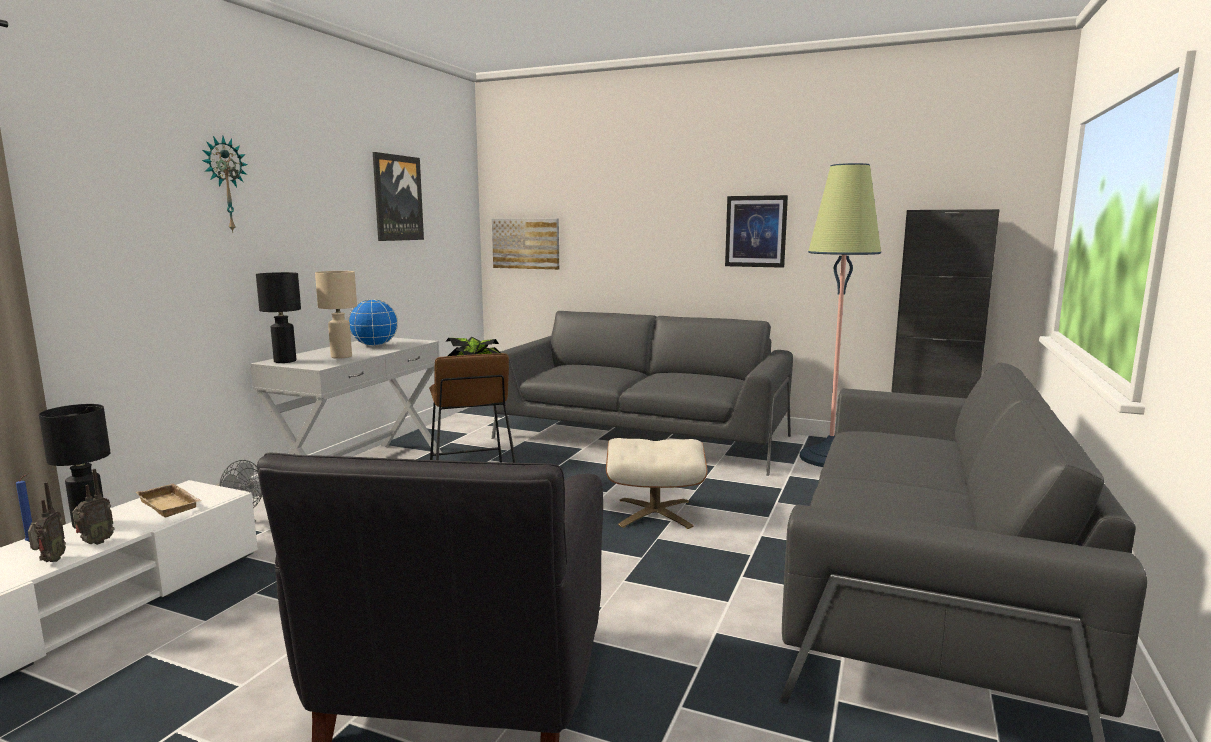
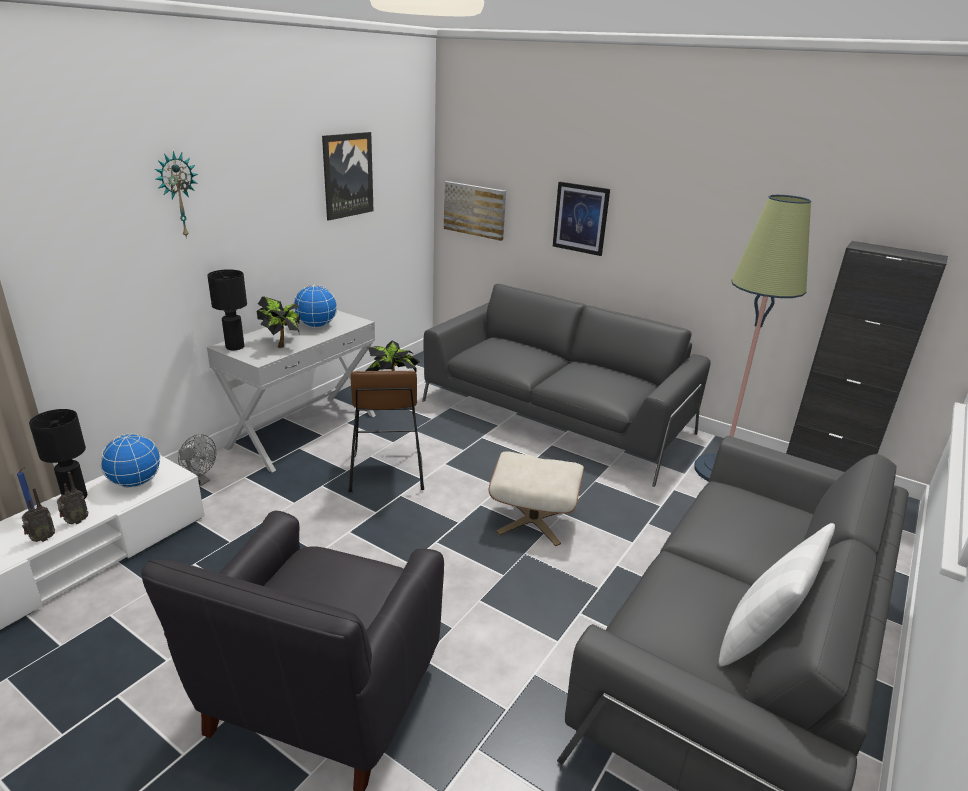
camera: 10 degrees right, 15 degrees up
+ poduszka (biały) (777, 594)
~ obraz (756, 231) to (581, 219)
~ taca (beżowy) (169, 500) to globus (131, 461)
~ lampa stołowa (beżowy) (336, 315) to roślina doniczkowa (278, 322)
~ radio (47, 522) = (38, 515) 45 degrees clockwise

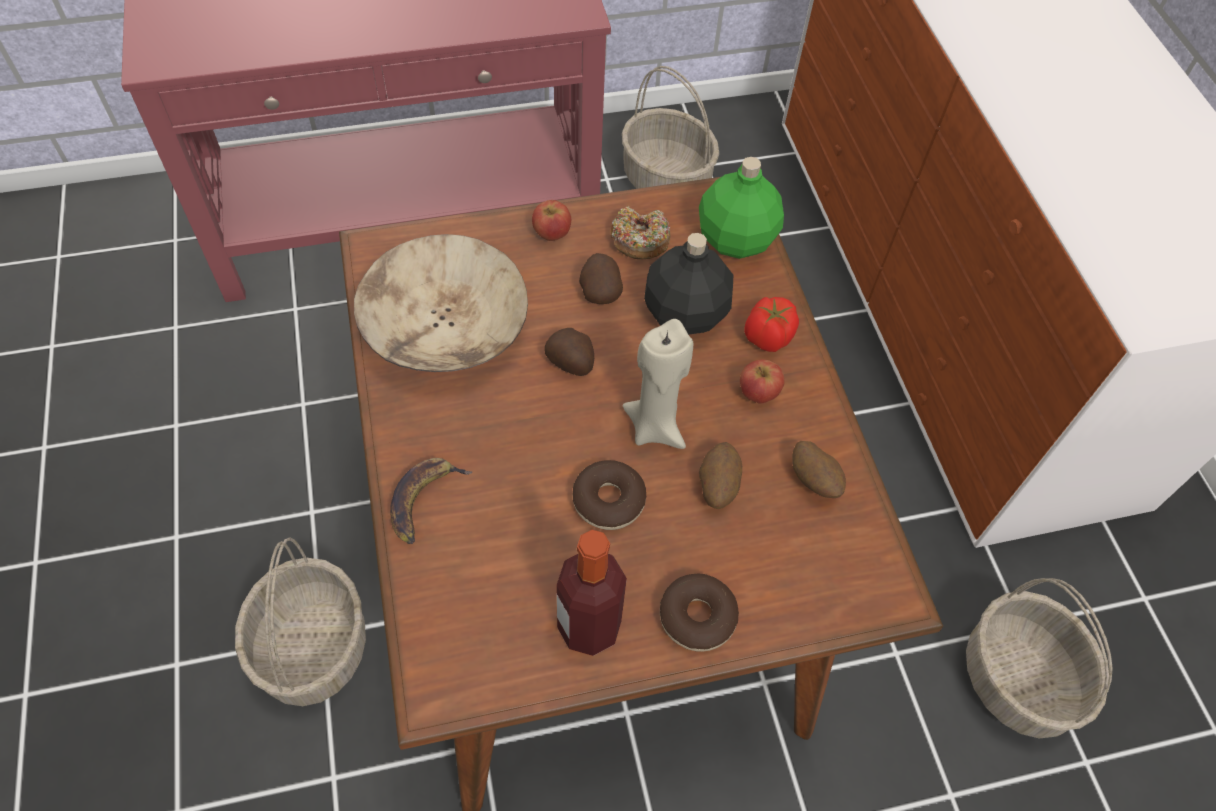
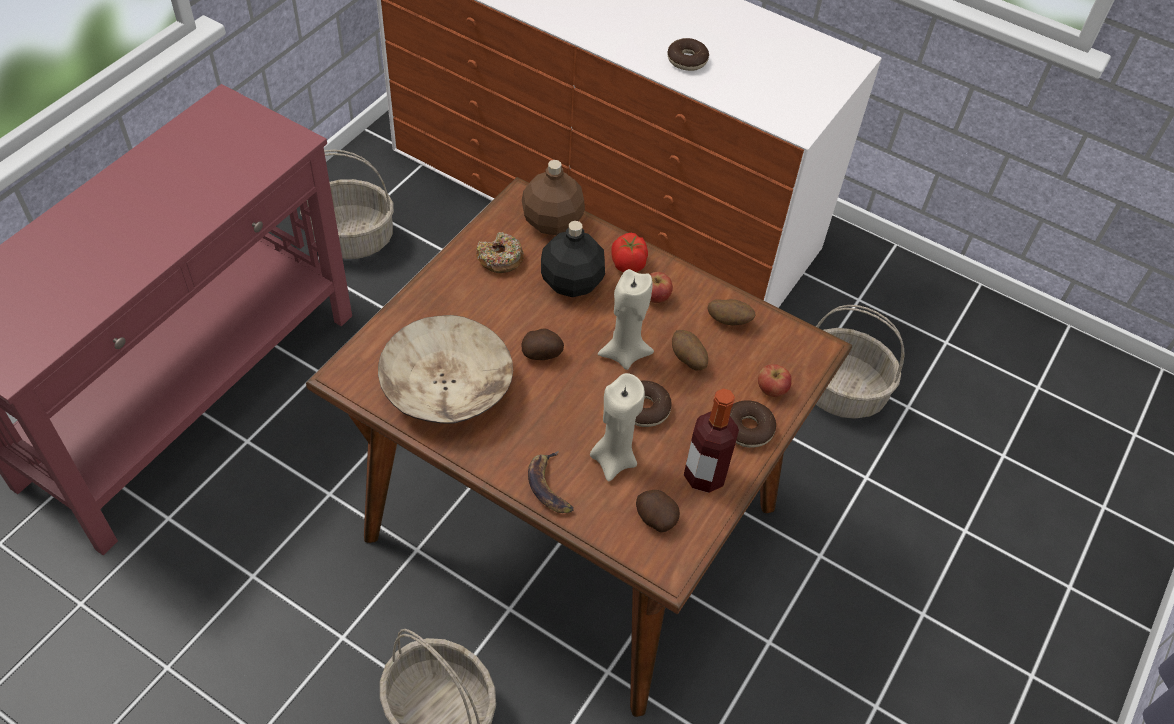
camera: 45 degrees left, 5 degrees down
+ świeca (beżowy) (617, 427)
+ donut (688, 54)
~ jabłko (551, 220) to (775, 380)
~ ziemniak (601, 278) to (658, 511)
~ butelka (zielony) (741, 208) to butelka (brązowy) (553, 197)

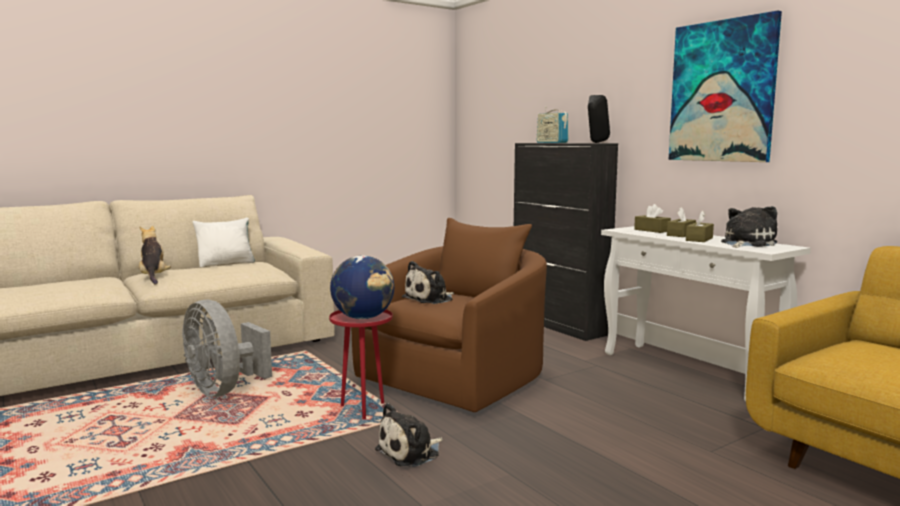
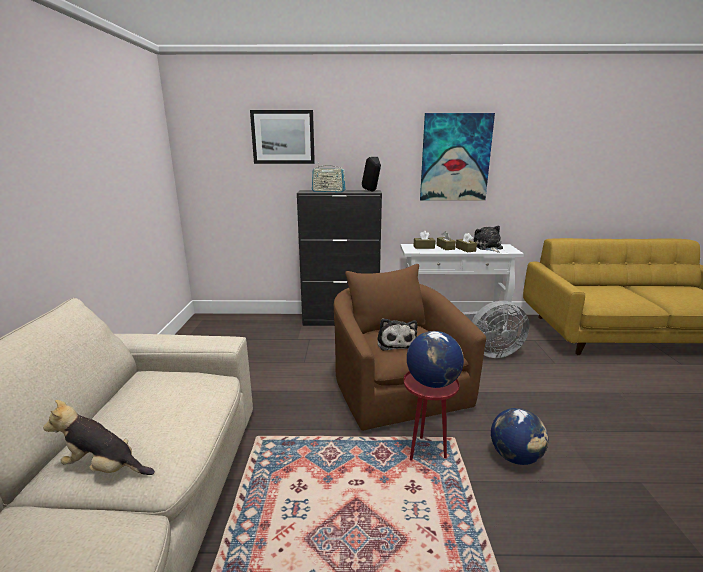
camera: 55 degrees left, 10 degrees up
- poduszka (biały) (224, 242)
+ obraz (282, 137)
~ wentylator (szary) (227, 348) to (496, 329)
~ pluszak (409, 435) to globus (519, 436)

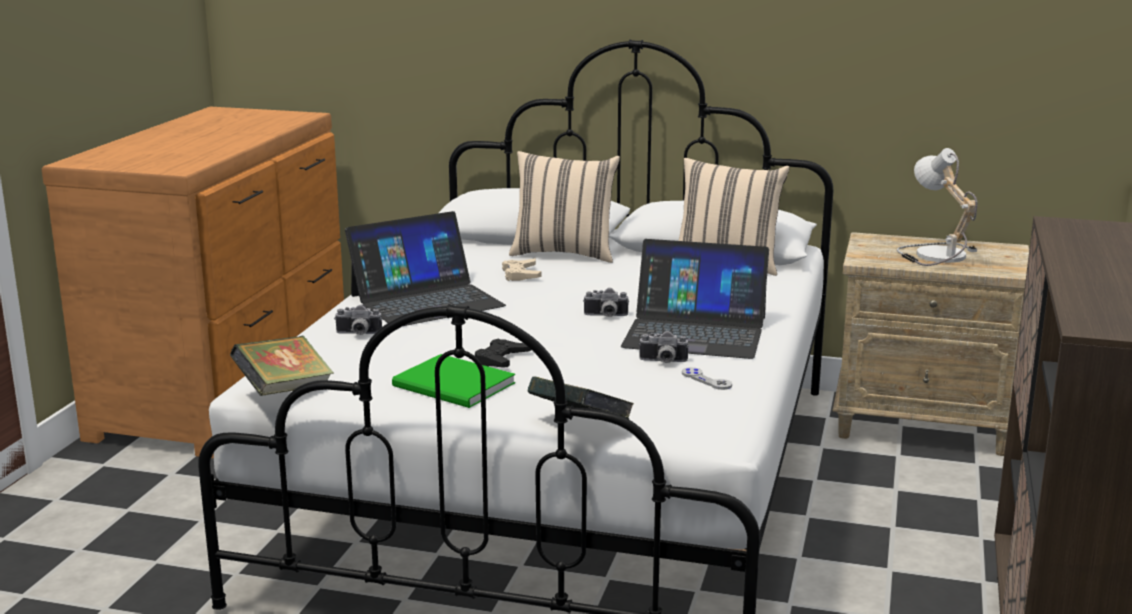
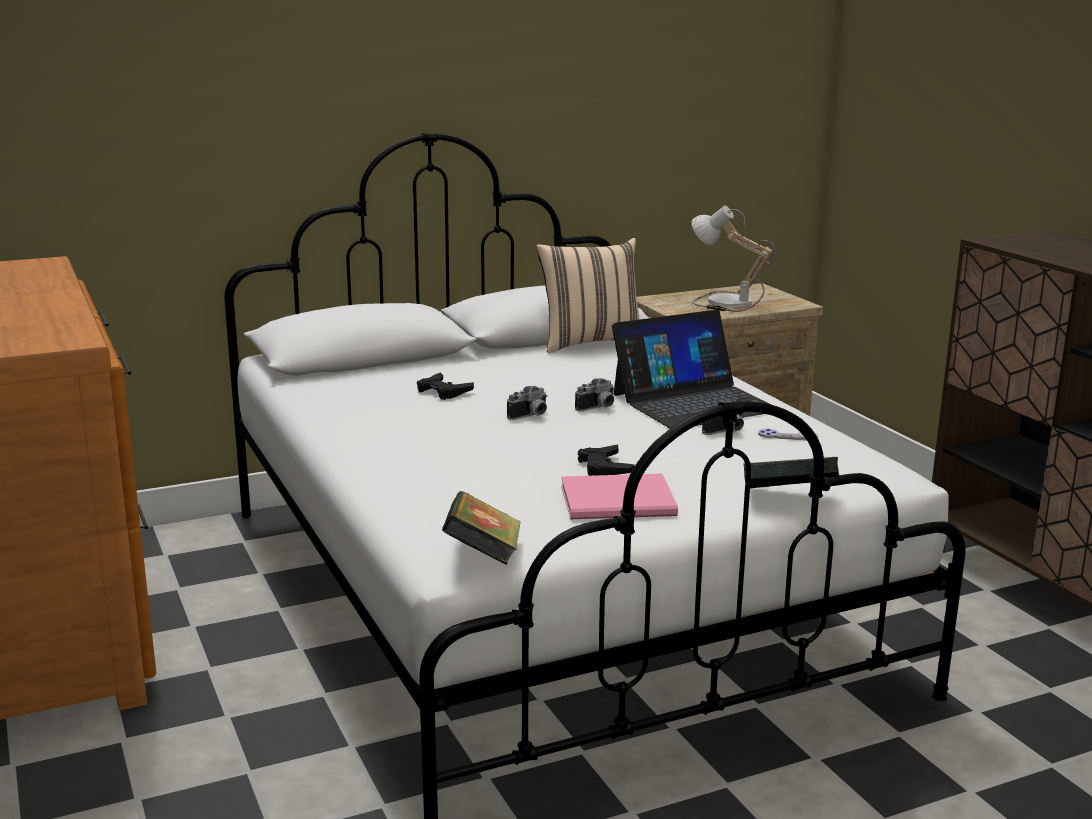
camera: 40 degrees left, 0 degrees up
- laptop (425, 268)
- poduszka (beżowy) (564, 207)
~ aparat fotograficzny (358, 320) to (527, 403)
~ książka (zielony) (453, 381) to książka (różowy) (619, 496)
~ pad do gier (beżowy) (522, 269) to pad do gier (czarny) (445, 386)

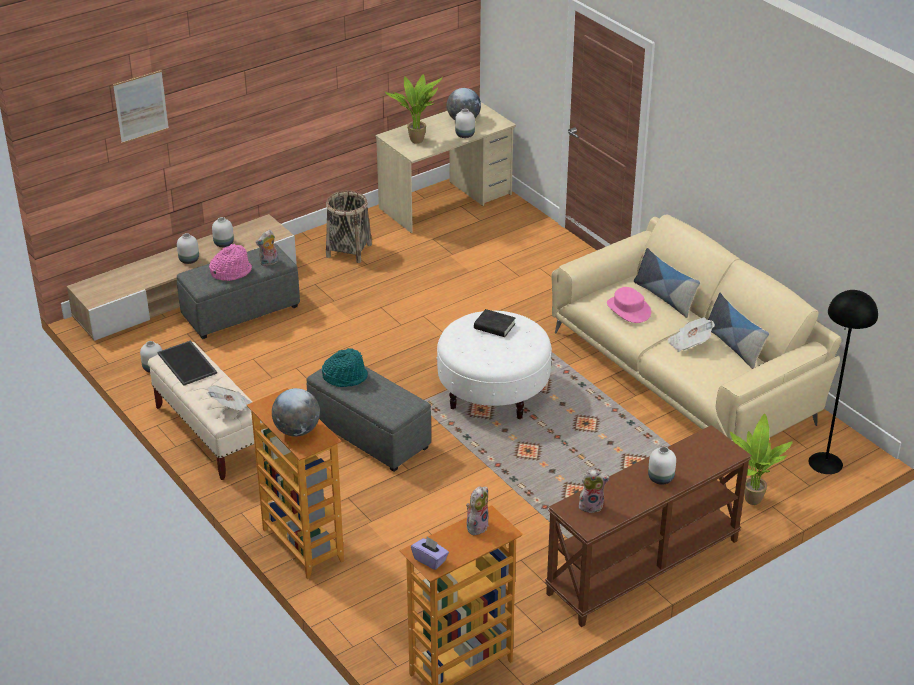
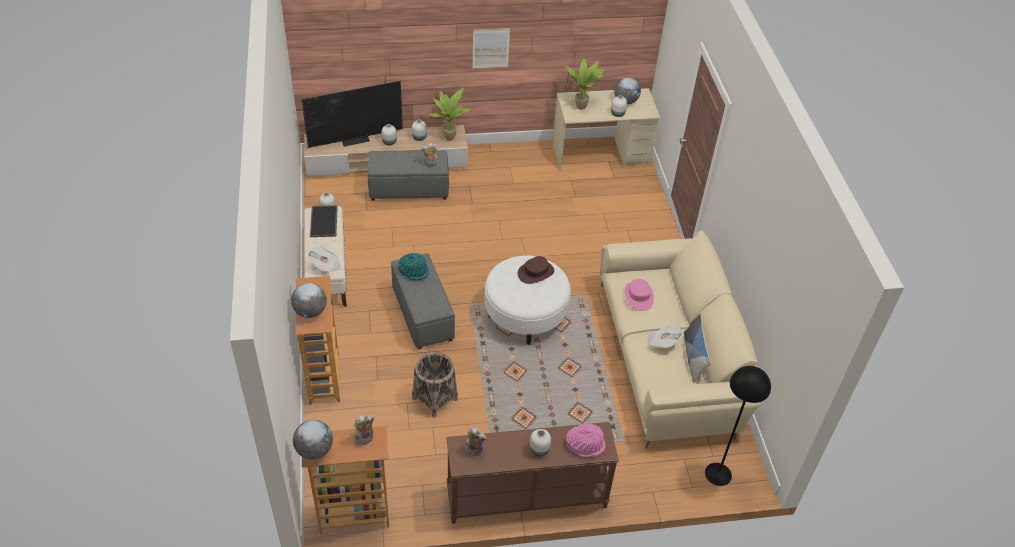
camera: 25 degrees right, 10 degrees up
- poduszka (667, 283)
+ telewizor (352, 114)
~ obraz (141, 107) to (491, 48)
~ kapelusz (różowy) (230, 262) to (586, 440)
~ koszyk (349, 226) to (435, 385)
~ roślina doniczkowa (761, 459) to (450, 114)
~ pudełko chusteczek (fioletowy) (430, 553) to globus (313, 440)
~ książka (czarny) (494, 323) to kapelusz (brązowy) (536, 270)

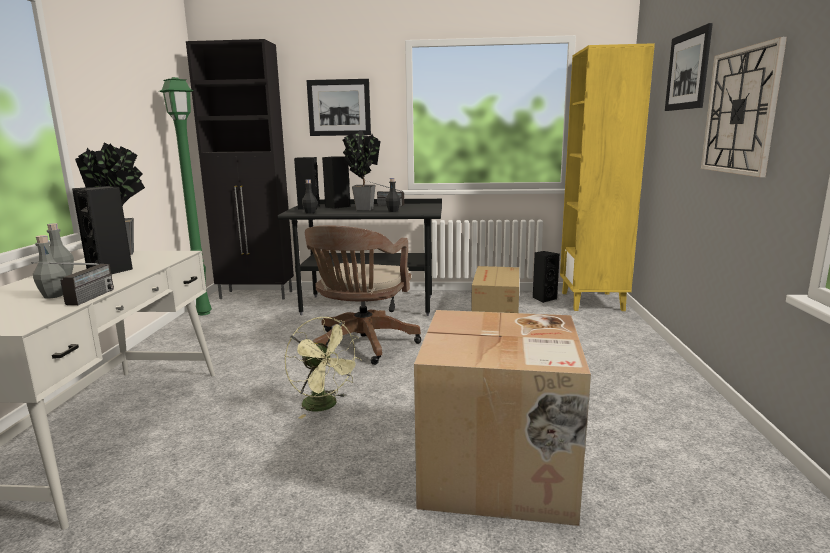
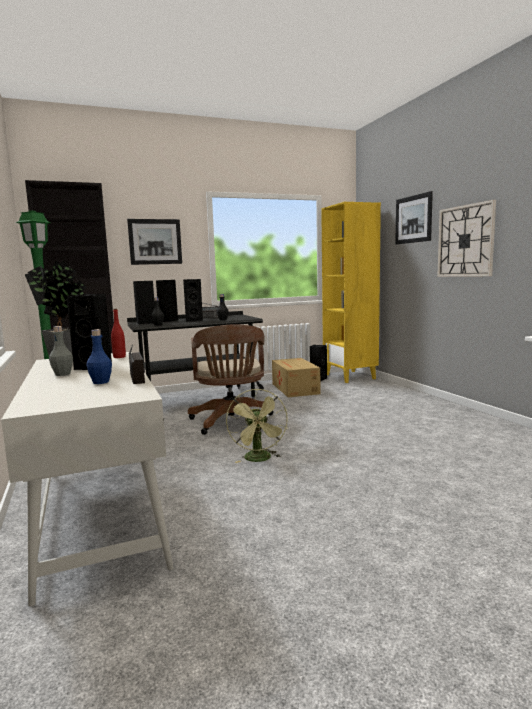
camera: 25 degrees left, 5 degrees down
- karton (502, 418)
+ butelka (czerwony) (118, 333)
~ roślina doniczkowa (361, 170) to głośnik (czarny) (193, 300)
~ butelka (szary) (49, 267) to butelka (niebieski) (99, 356)
~ wentylator (zielony) (323, 368) = (257, 426) 60 degrees clockwise

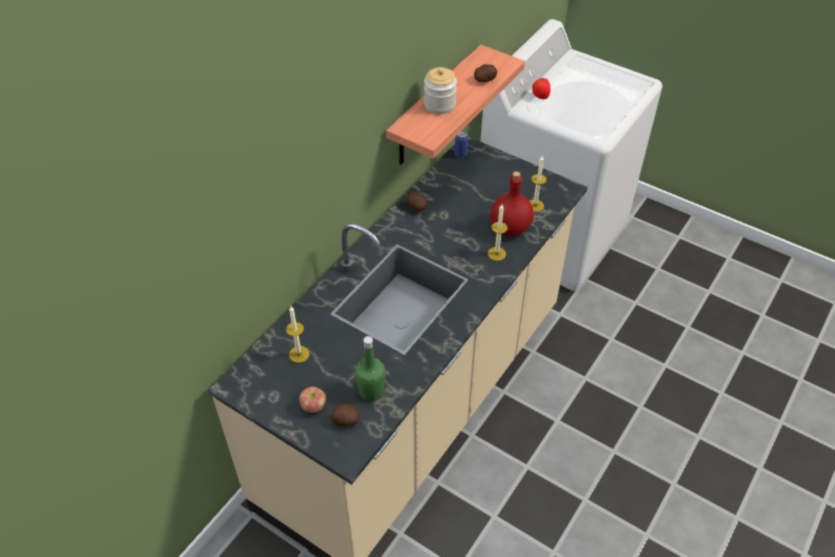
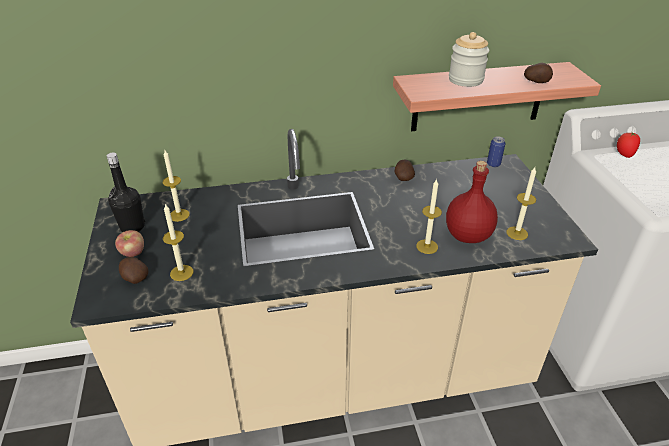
camera: 45 degrees right, 10 degrees down
+ butelka (czarny) (126, 192)
~ butelka (zielony) (370, 368) to świeca (178, 242)

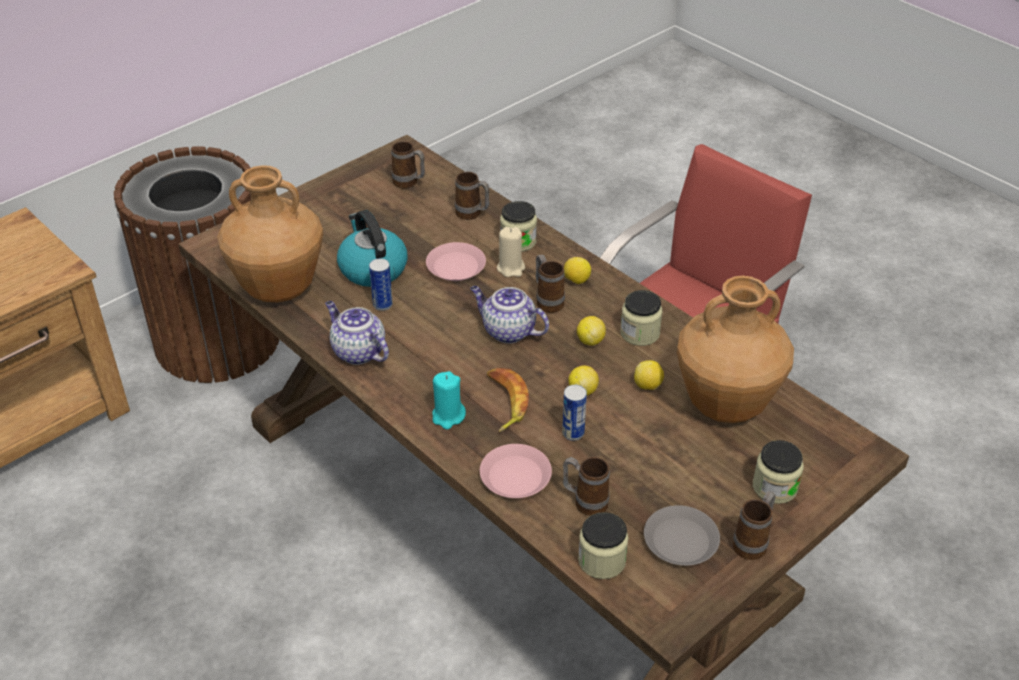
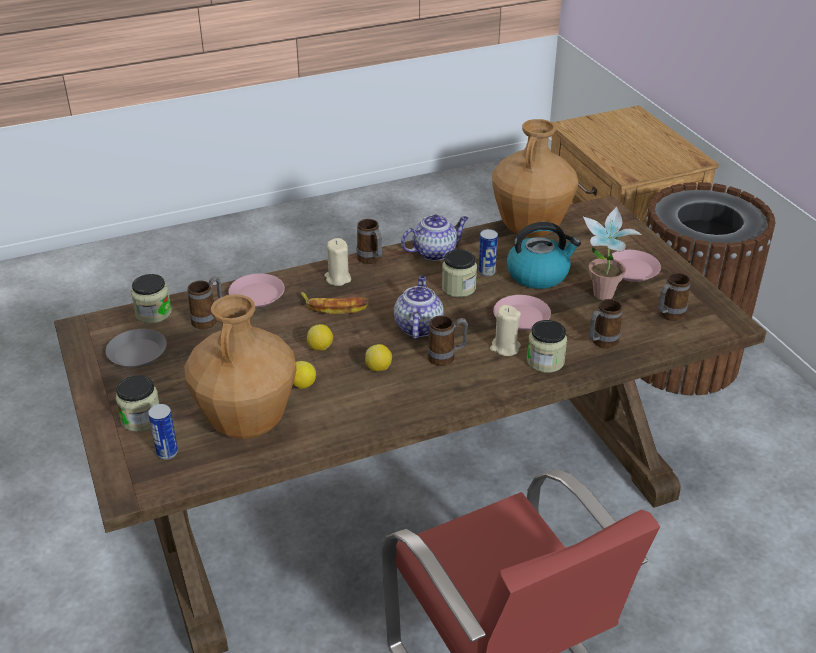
camera: 110 degrees right, 5 degrees down
- cytryna (577, 270)
+ roślina doniczkowa (612, 253)
+ talerz (różowy) (635, 266)
~ puszka (574, 413) to (163, 432)
~ słoik (641, 318) to (459, 273)
~ kubek (754, 525) to (369, 241)
~ świeca (turkusowy) (449, 400) to świeca (beżowy) (337, 262)
~ imbryk (509, 315) = (419, 307) 45 degrees counterclockwise

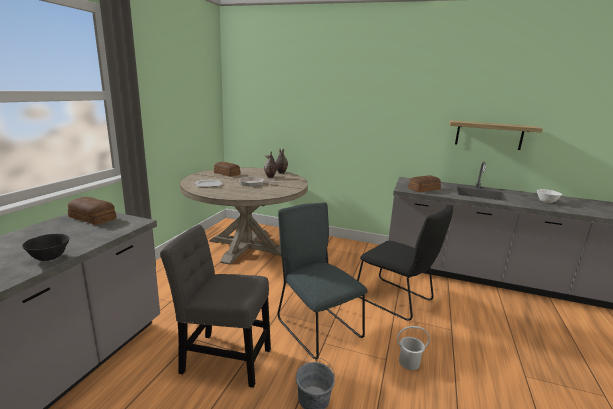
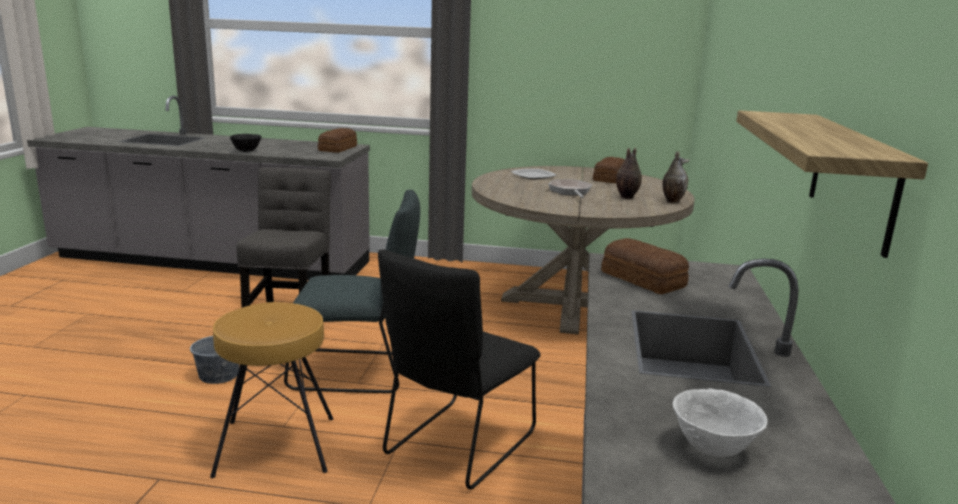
camera: 80 degrees right, 0 degrees up
~ wiadro (biały) (413, 348) to stołek (brązowy) (271, 390)
~ krzesło (szary) (323, 280) = (352, 291) 45 degrees clockwise

